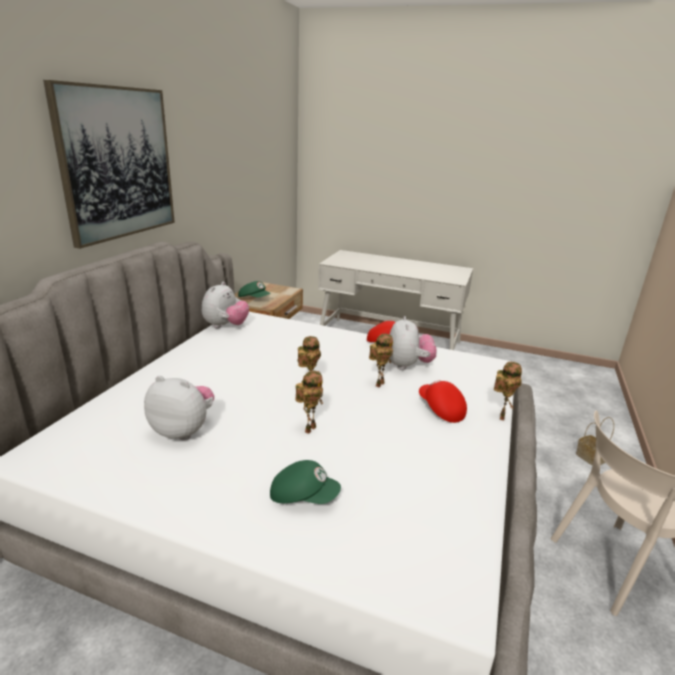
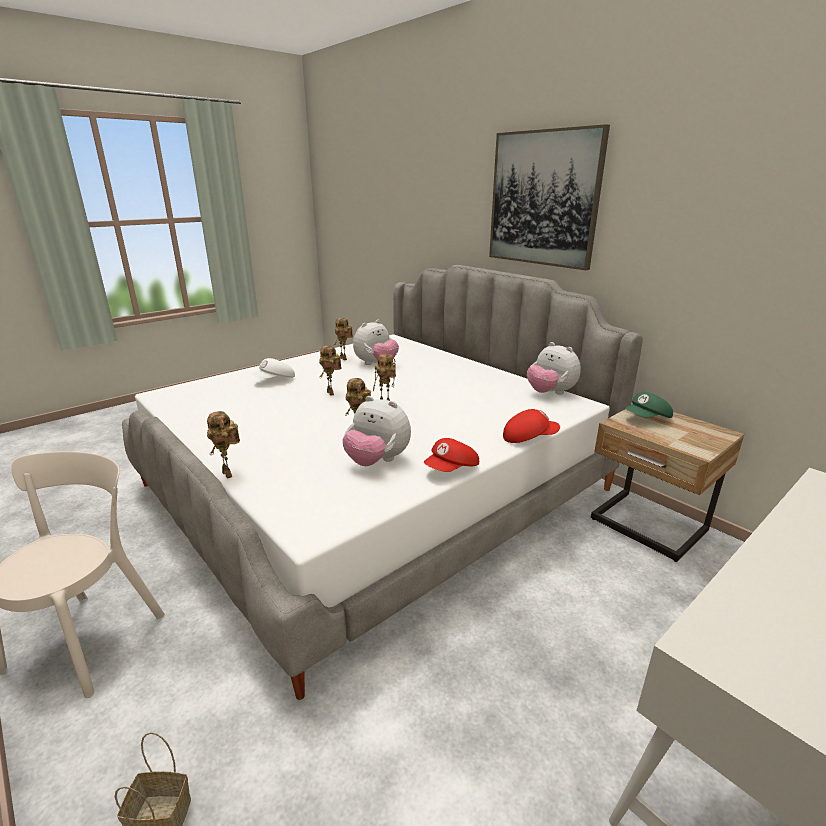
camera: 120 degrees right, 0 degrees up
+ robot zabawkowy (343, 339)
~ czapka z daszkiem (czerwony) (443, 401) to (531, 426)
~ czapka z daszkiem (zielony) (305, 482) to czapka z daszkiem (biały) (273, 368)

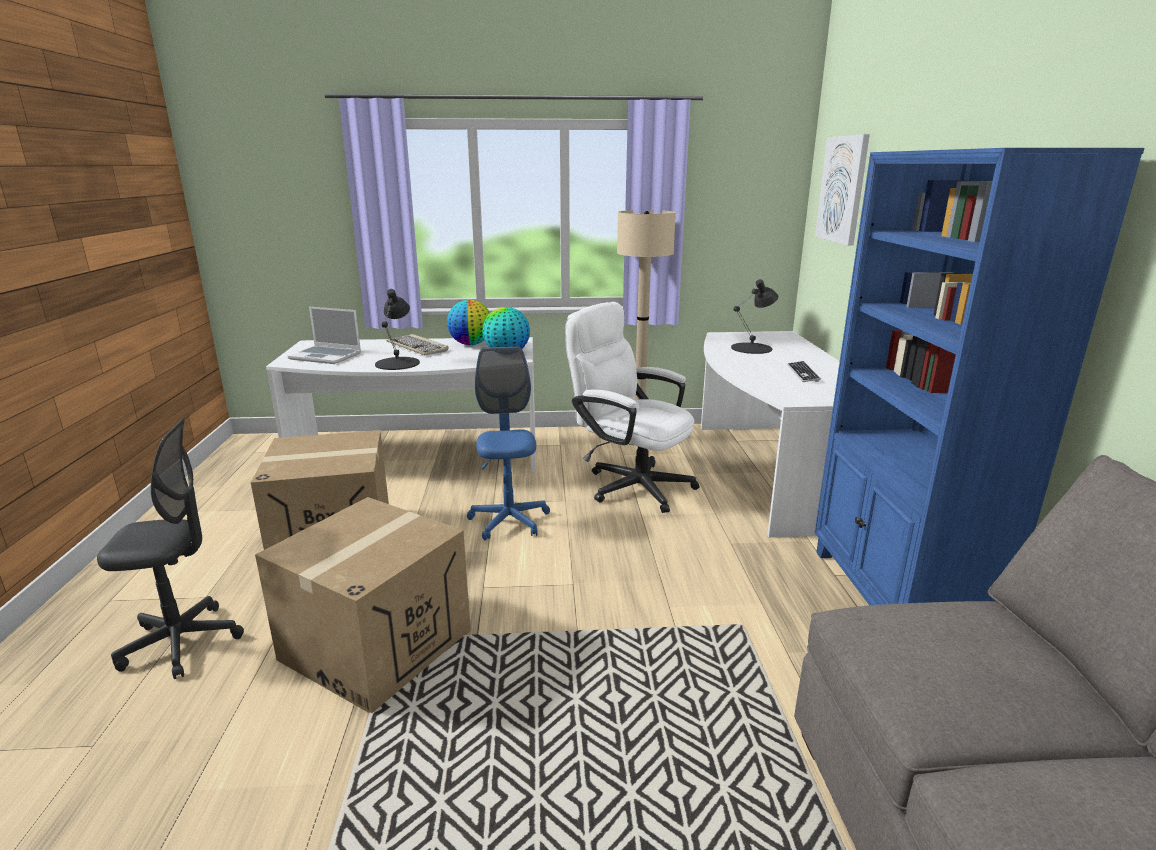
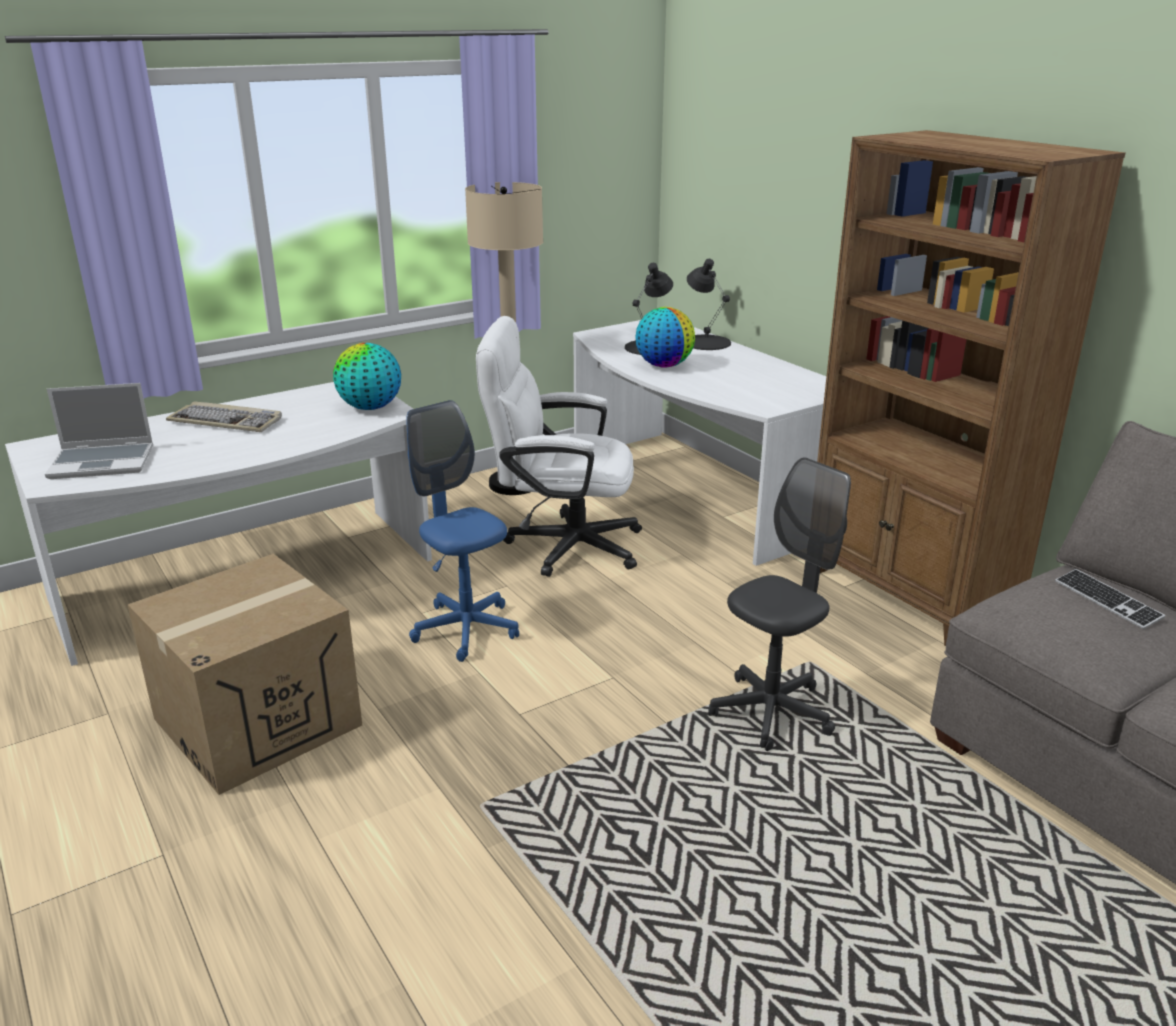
camera: 30 degrees left, 5 degrees up
- karton (363, 605)
- obraz (842, 189)
~ krzesło biurowe (szary) (170, 548) to (779, 604)
~ lampa stołowa (czarny) (397, 329) to (709, 304)
~ globus (468, 322) to (665, 337)
~ klawiatura (804, 371) to (1110, 599)
~ regał (niebieski) (979, 376) to regał (brązowy) (971, 388)

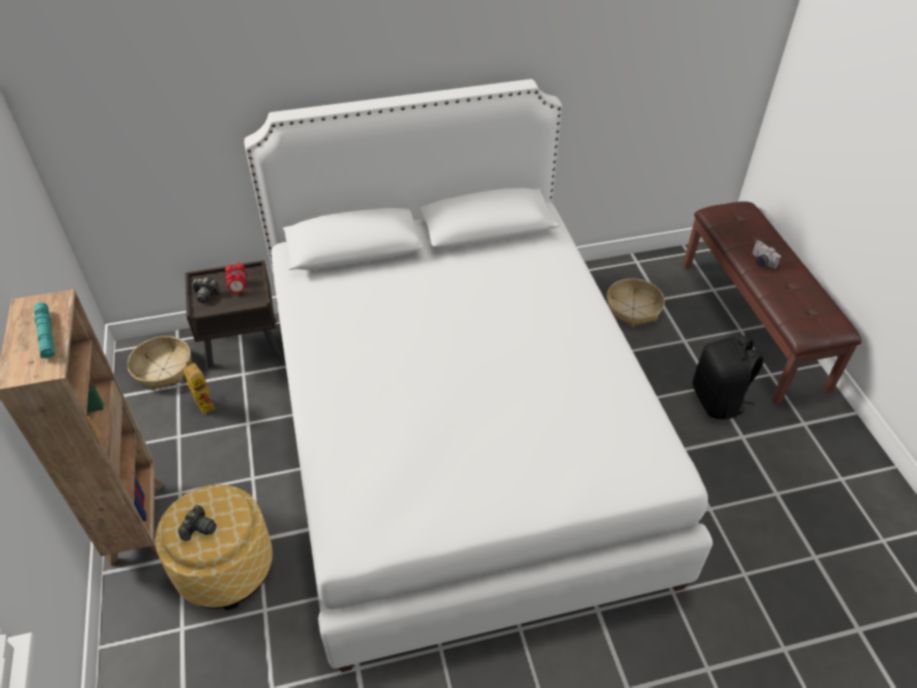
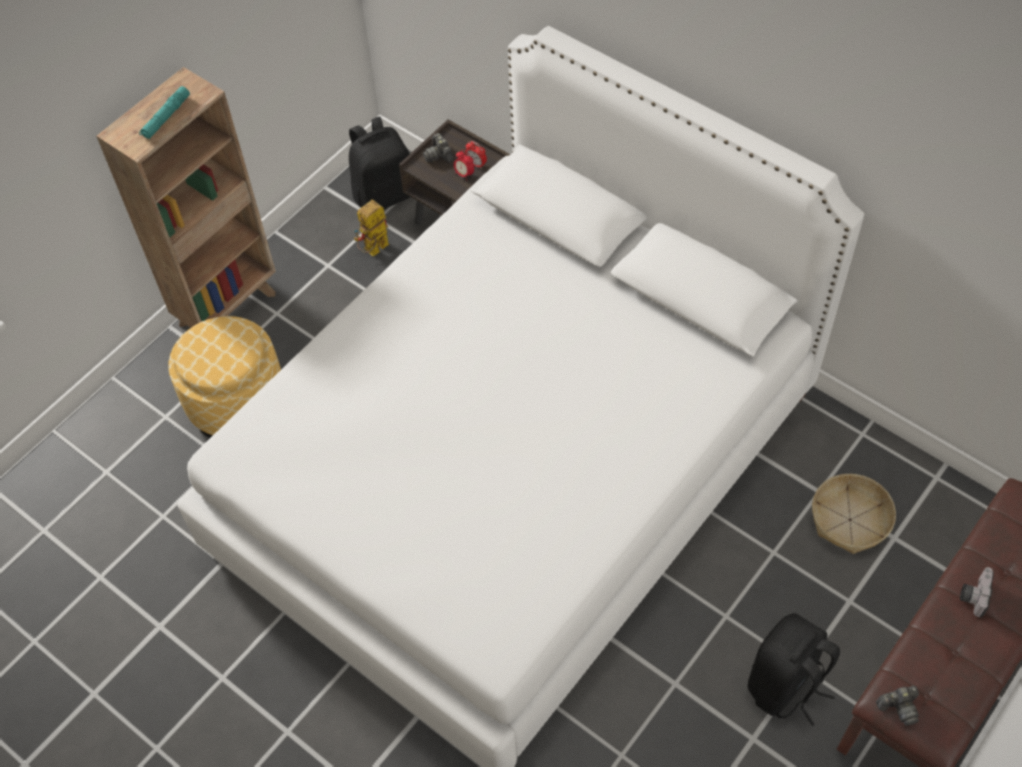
camera: 55 degrees right, 10 degrees up
~ aparat fotograficzny (197, 523) to (897, 706)
~ koszyk (159, 363) to plecak (czarny) (379, 162)
~ robot zabawkowy (197, 387) = (371, 228) 150 degrees counterclockwise

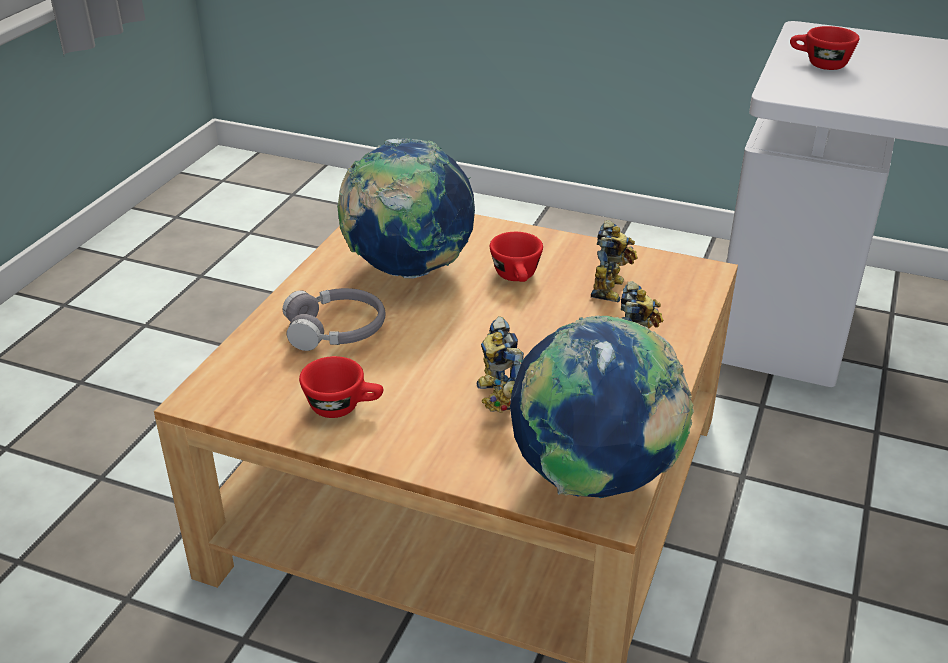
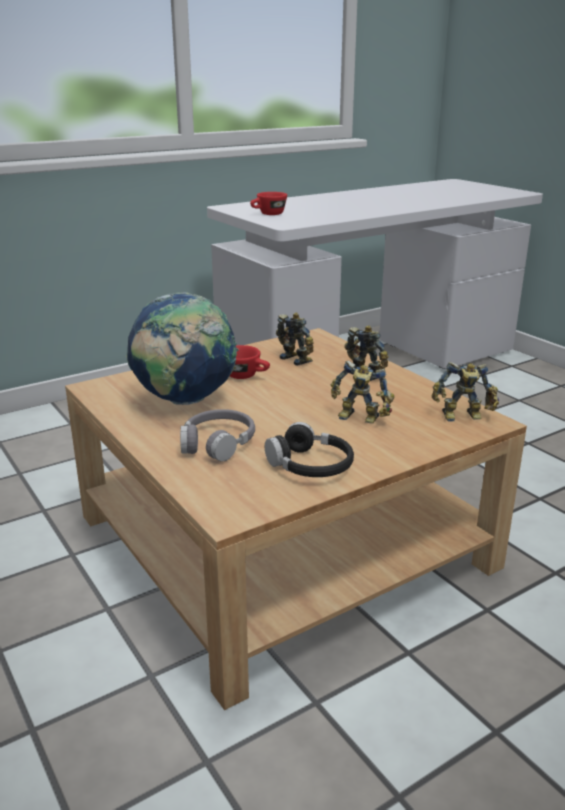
camera: 55 degrees left, 10 degrees down
~ filiżanka (czerwony) (341, 387) to słuchawki (czarny) (309, 449)
~ globus (602, 406) to robot zabawkowy (465, 391)

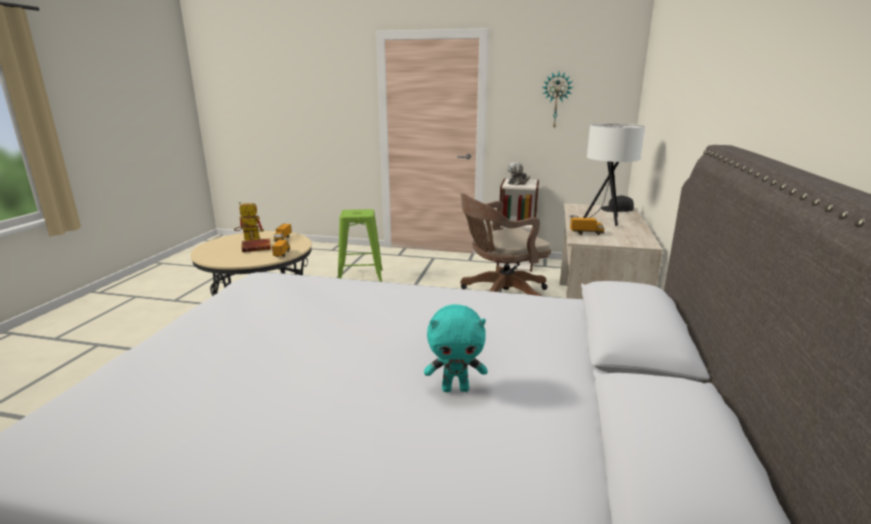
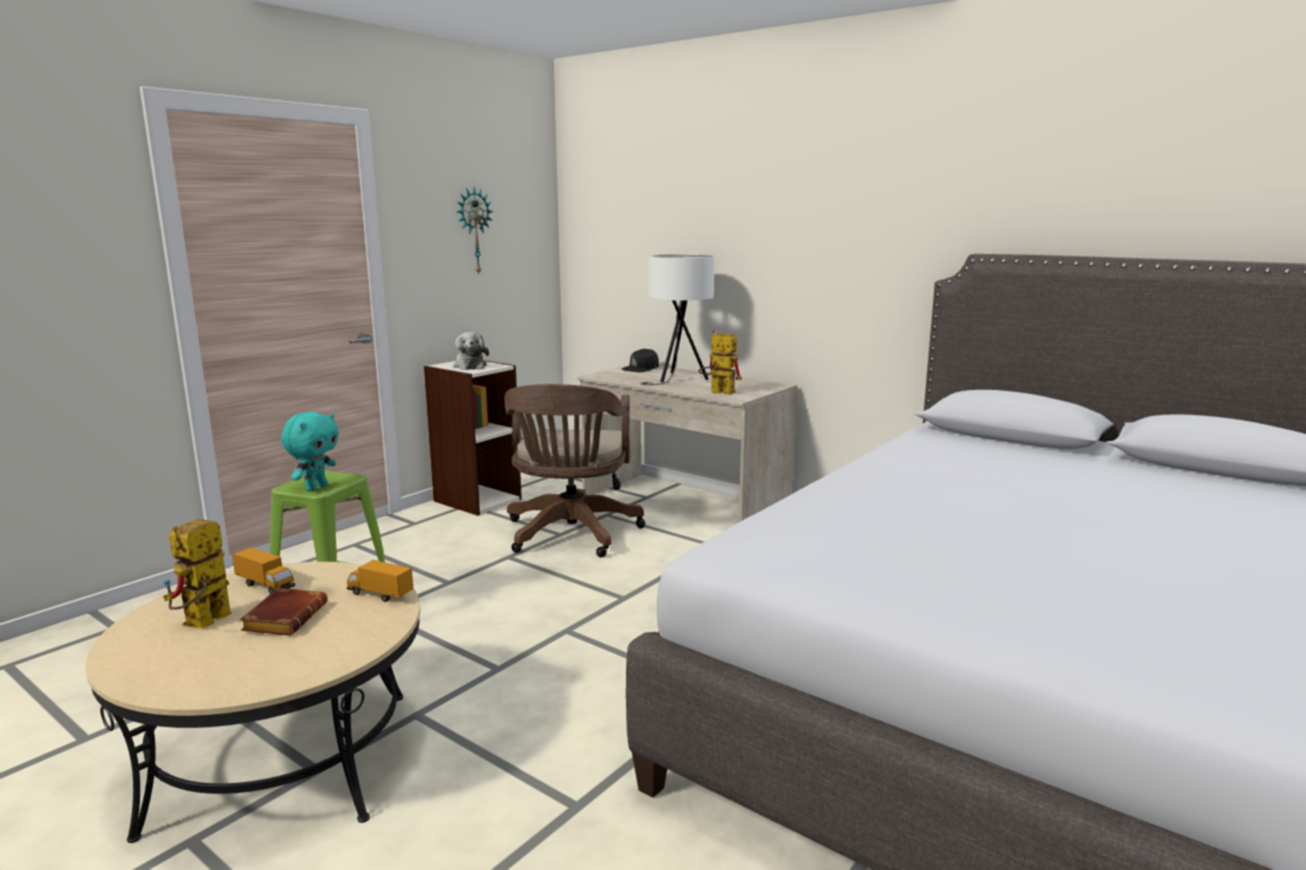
camera: 65 degrees left, 5 degrees down
~ pluszak (turkusowy) (456, 348) to (310, 451)
~ ciężarówka zabawkowa (587, 226) to robot zabawkowy (720, 362)

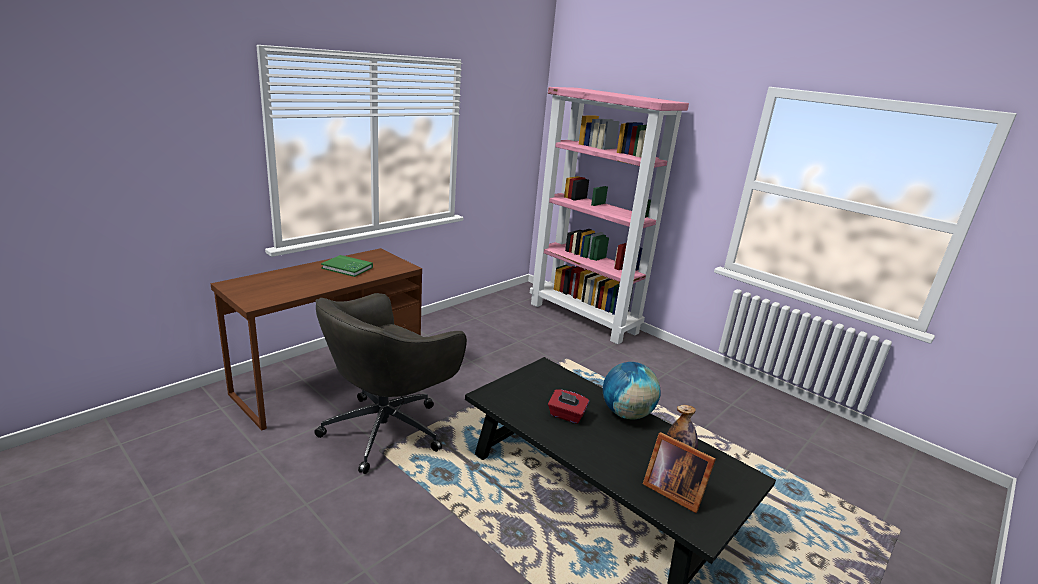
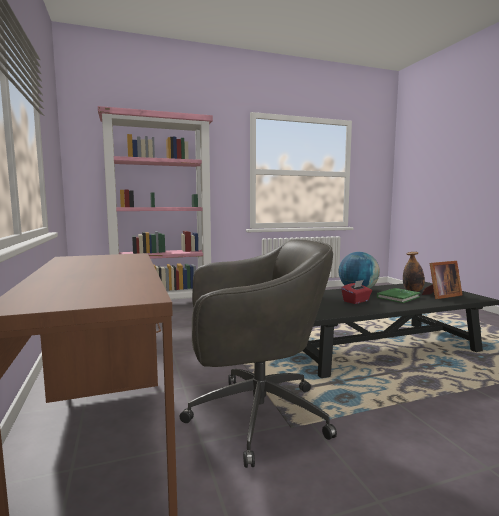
camera: 60 degrees left, 15 degrees down
~ książka (zielony) (347, 266) to (398, 295)
~ krzesło biurowe (szary) (391, 383) = (258, 354) 75 degrees counterclockwise

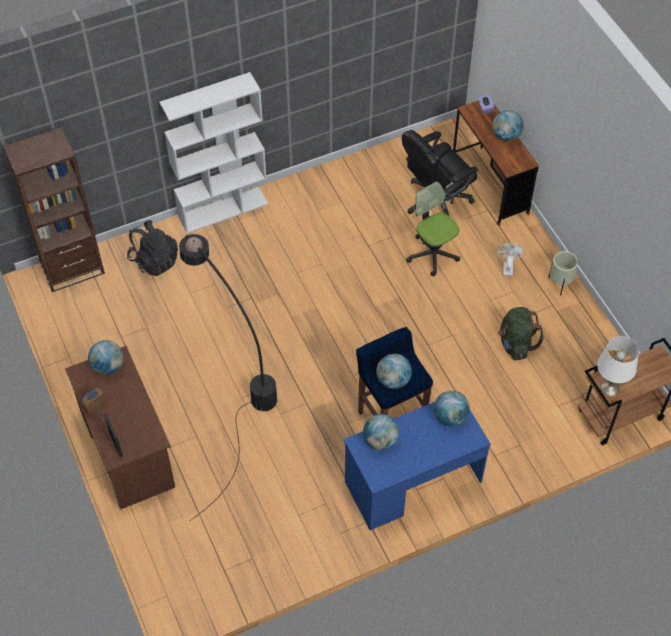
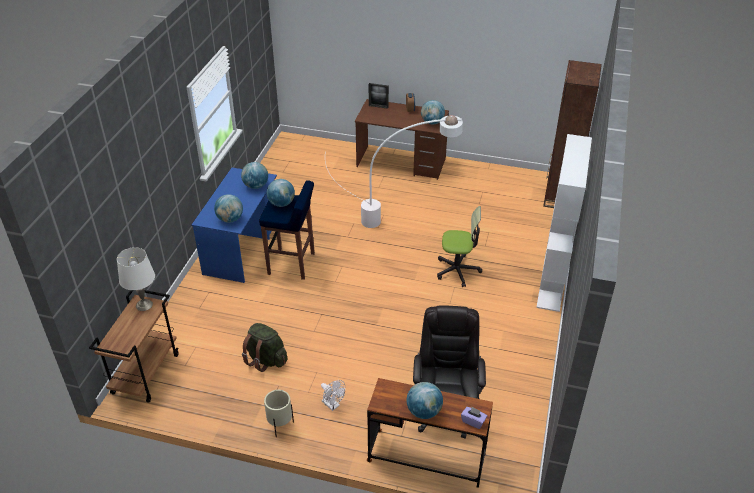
camera: 130 degrees right, 15 degrees down
- plecak (czarny) (152, 248)
~ krzesło biurowe (433, 229) to (459, 246)
~ lampa stojąca (czarny) (228, 377) to lampa stojąca (biały) (394, 171)

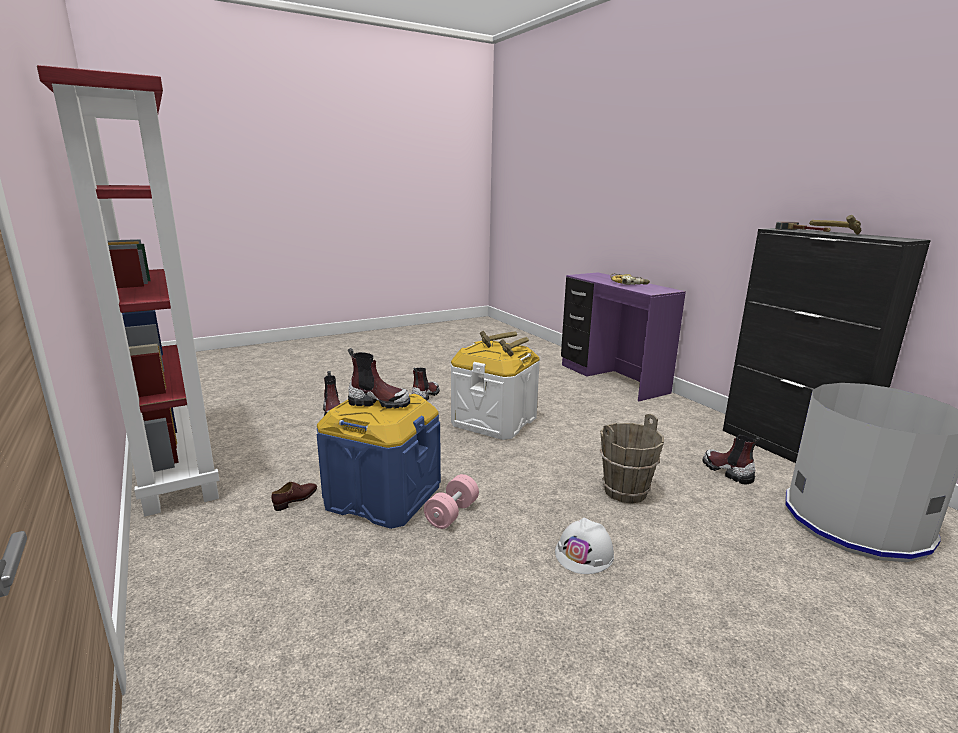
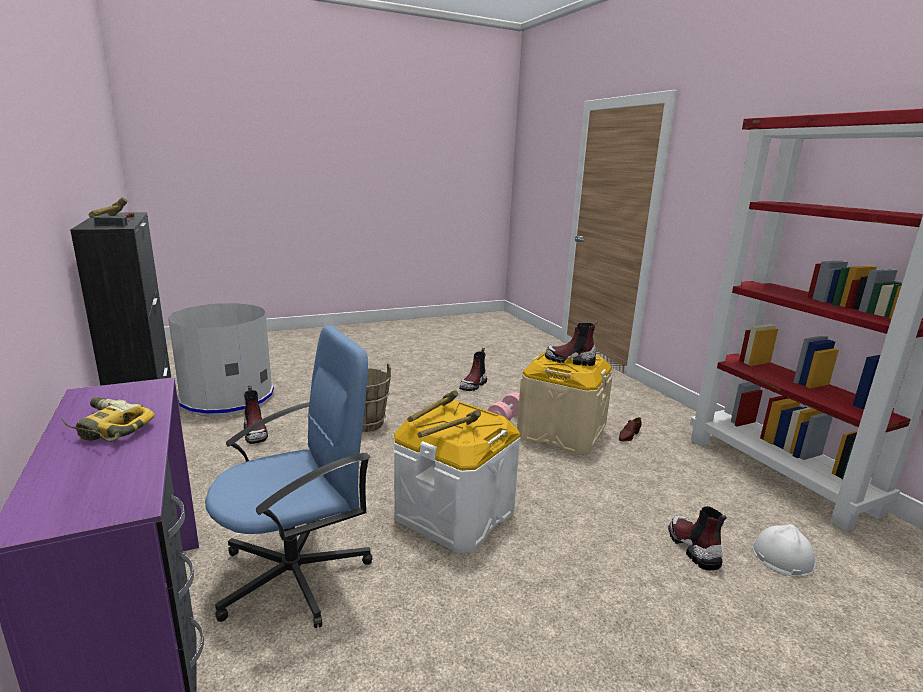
camera: 175 degrees left, 0 degrees up
+ krzesło biurowe (niebieski) (288, 477)
~ but z cholewką (425, 384) to (473, 369)
~ kask (biały) (584, 546) to (784, 550)
~ pojemnik do przechowywania (niebieski) (379, 461) to pojemnik do przechowywania (beżowy) (564, 403)

